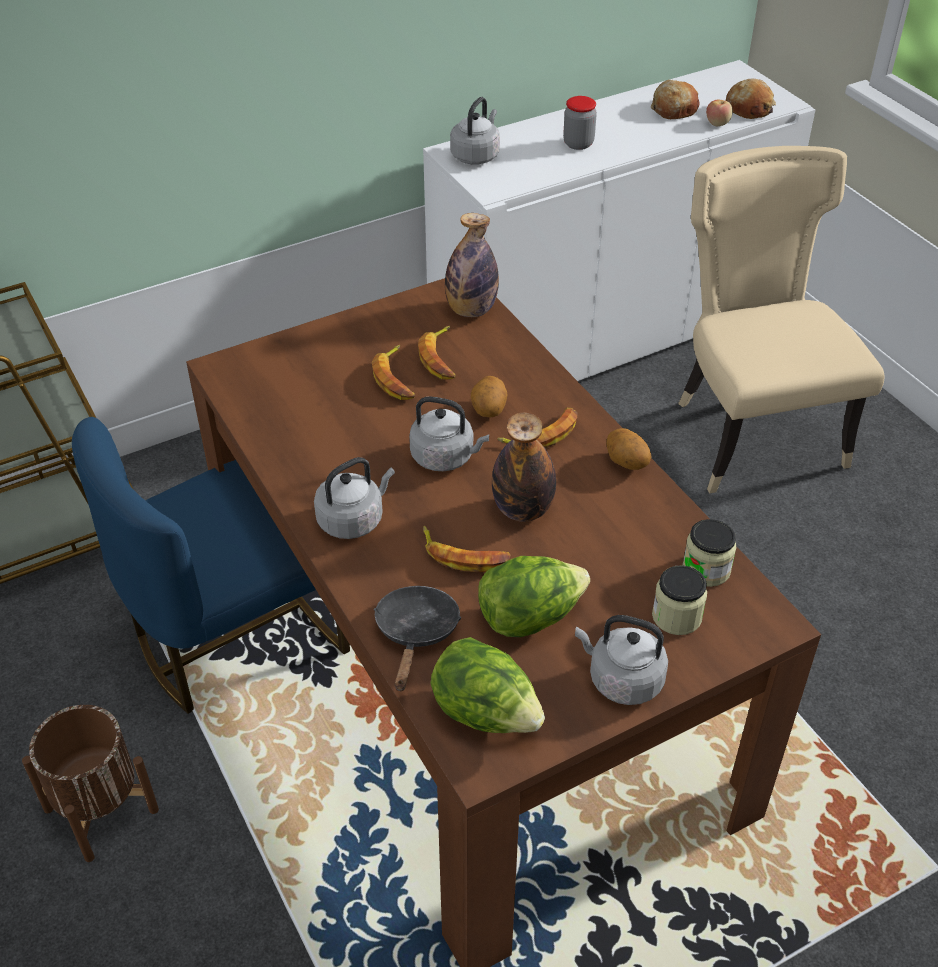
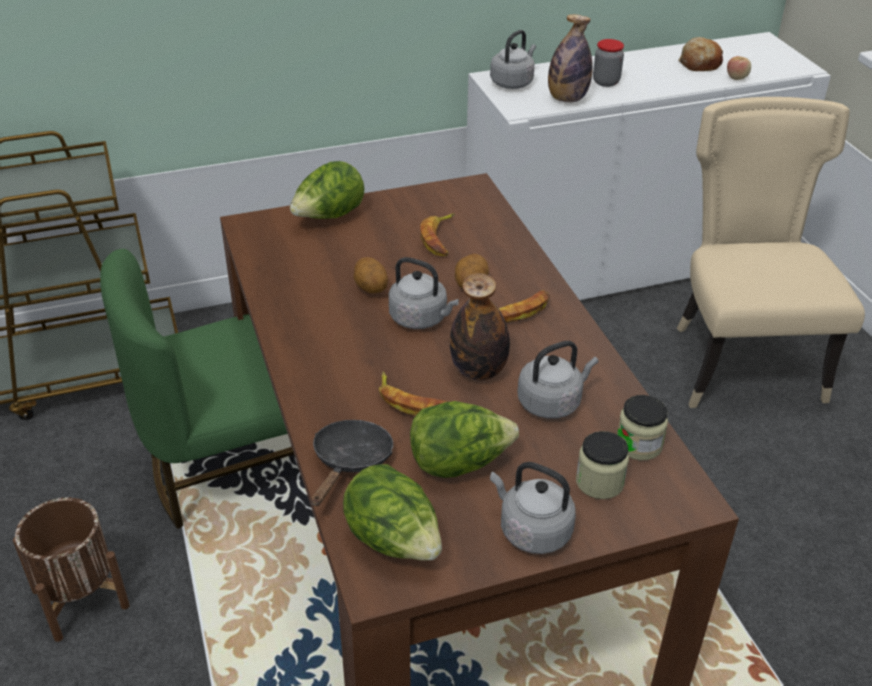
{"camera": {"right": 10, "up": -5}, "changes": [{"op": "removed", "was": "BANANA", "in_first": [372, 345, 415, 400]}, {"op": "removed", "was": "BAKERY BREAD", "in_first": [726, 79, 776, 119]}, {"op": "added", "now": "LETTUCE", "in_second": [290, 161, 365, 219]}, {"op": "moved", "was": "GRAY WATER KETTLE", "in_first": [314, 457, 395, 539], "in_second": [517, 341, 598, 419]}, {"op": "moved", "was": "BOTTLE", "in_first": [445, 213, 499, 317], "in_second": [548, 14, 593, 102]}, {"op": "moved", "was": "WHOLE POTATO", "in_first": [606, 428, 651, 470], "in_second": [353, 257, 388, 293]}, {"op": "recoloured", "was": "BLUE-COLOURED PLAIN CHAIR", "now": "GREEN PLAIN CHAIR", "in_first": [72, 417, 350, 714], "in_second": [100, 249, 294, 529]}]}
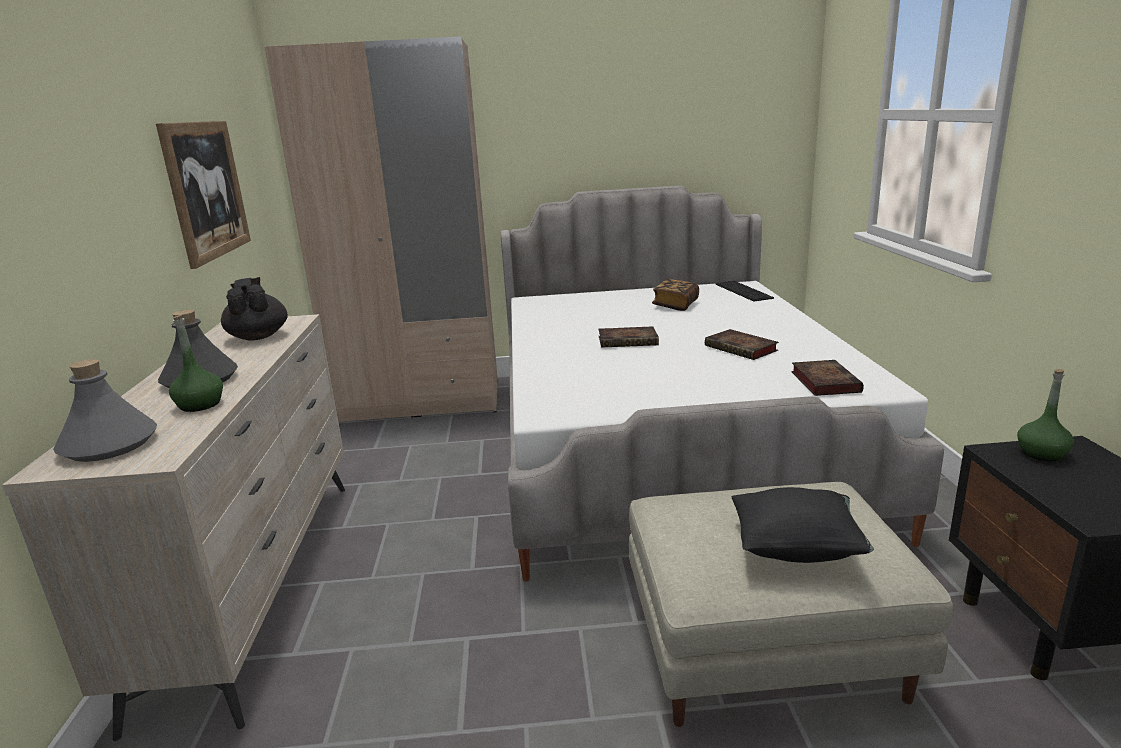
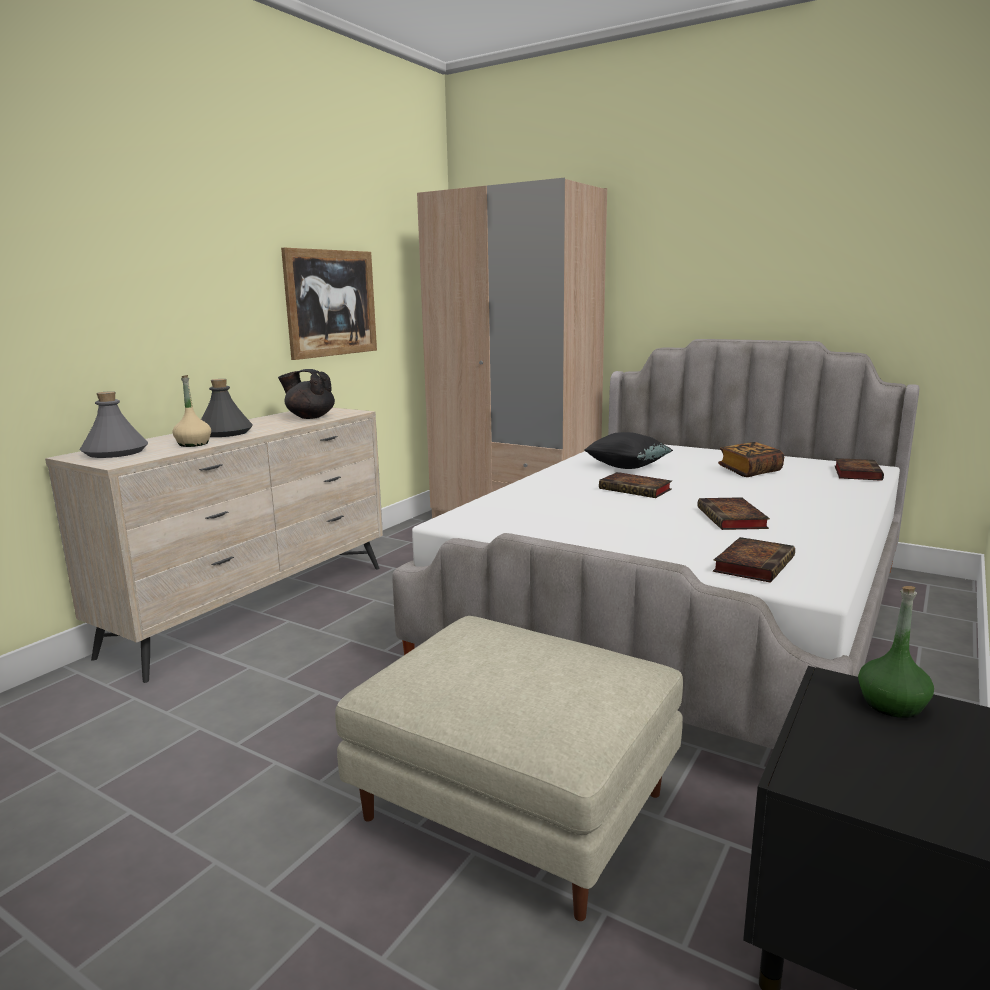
{"camera": {"right": 35, "up": -5}, "changes": [{"op": "moved", "was": "BLACK CUSHION", "in_first": [732, 487, 874, 563], "in_second": [584, 432, 673, 469]}, {"op": "replaced", "was": "COMPUTER KEYBOARD", "now": "BOOK", "in_first": [716, 281, 774, 302], "in_second": [835, 458, 884, 481]}, {"op": "recoloured", "was": "GREEN BOTTLE", "now": "BEIGE-COLOURED BOTTLE", "in_first": [169, 315, 223, 412], "in_second": [172, 375, 211, 447]}, {"op": "turned", "was": "BLACK POT FOR TEA", "in_first": [221, 277, 288, 341], "in_second": [278, 369, 335, 419], "clockwise": -90}]}
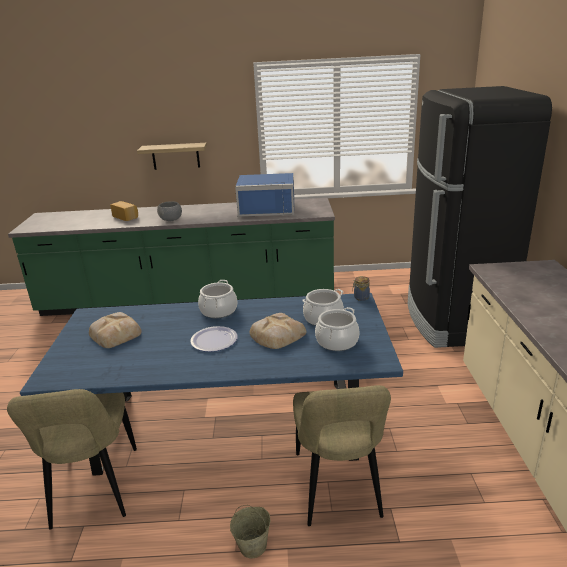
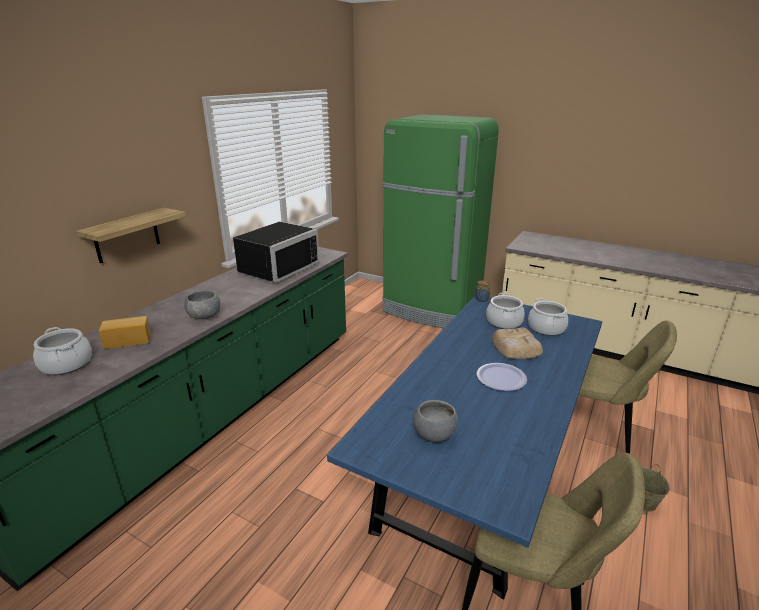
{"camera": {"right": -60, "up": 0}, "changes": [{"op": "moved", "was": "SAUCEPOT", "in_first": [198, 280, 237, 318], "in_second": [33, 327, 92, 375]}, {"op": "replaced", "was": "BAKERY BREAD", "now": "GRAY BOWL", "in_first": [89, 312, 142, 348], "in_second": [413, 400, 458, 442]}, {"op": "recoloured", "was": "BLUE-COLOURED MICROWAVE", "now": "BLACK MICROWAVE", "in_first": [235, 173, 294, 217], "in_second": [233, 222, 319, 283]}, {"op": "recoloured", "was": "BLACK FRIDGE", "now": "GREEN FRIDGE", "in_first": [408, 86, 552, 348], "in_second": [382, 114, 499, 328]}]}
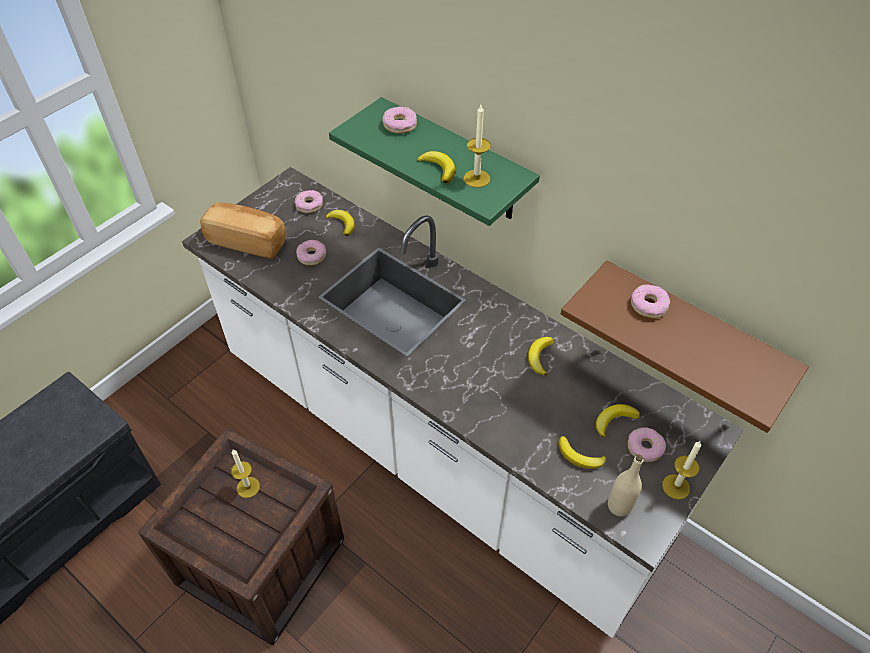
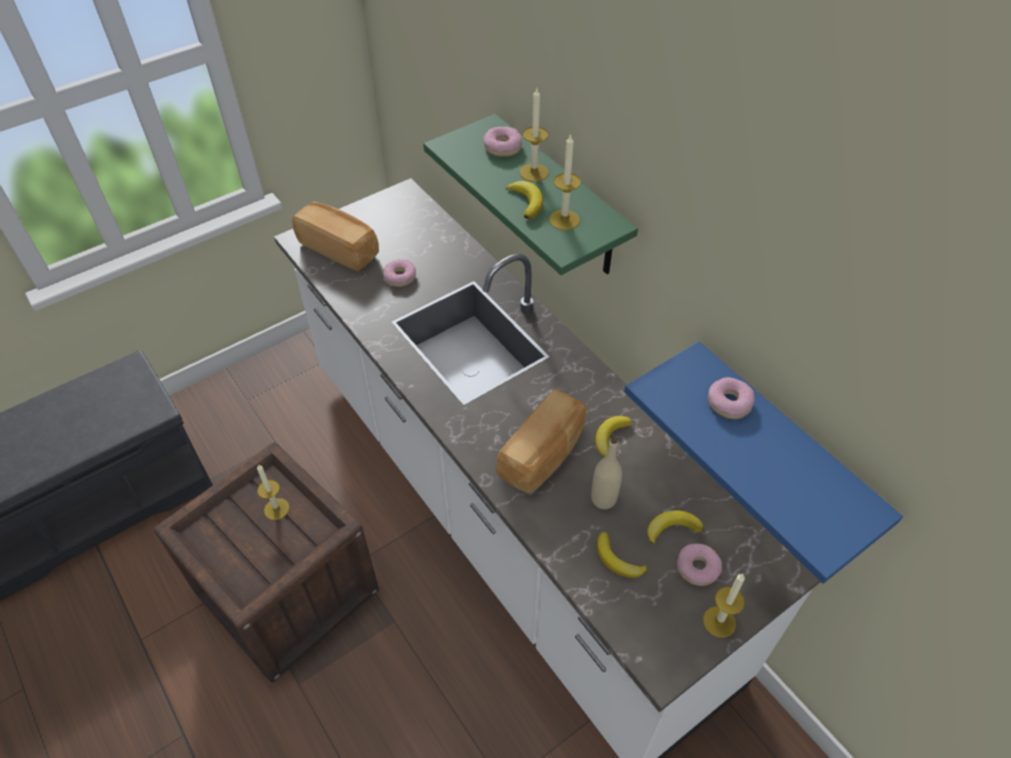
{"camera": {"right": 15, "up": 0}, "changes": [{"op": "removed", "was": "RING DOUGHNUT", "in_first": [295, 190, 323, 213]}, {"op": "removed", "was": "BANANA", "in_first": [326, 210, 355, 236]}, {"op": "added", "now": "BAKERY BREAD", "in_second": [496, 389, 586, 493]}, {"op": "added", "now": "WAX LIGHT", "in_second": [520, 88, 549, 182]}, {"op": "moved", "was": "BEIGE-COLOURED BOTTLE", "in_first": [608, 455, 643, 516], "in_second": [591, 437, 622, 509]}, {"op": "recoloured", "was": "BROWN-COLOURED SHELF", "now": "BLUE-COLOURED SHELF", "in_first": [561, 261, 809, 433], "in_second": [624, 341, 903, 584]}]}
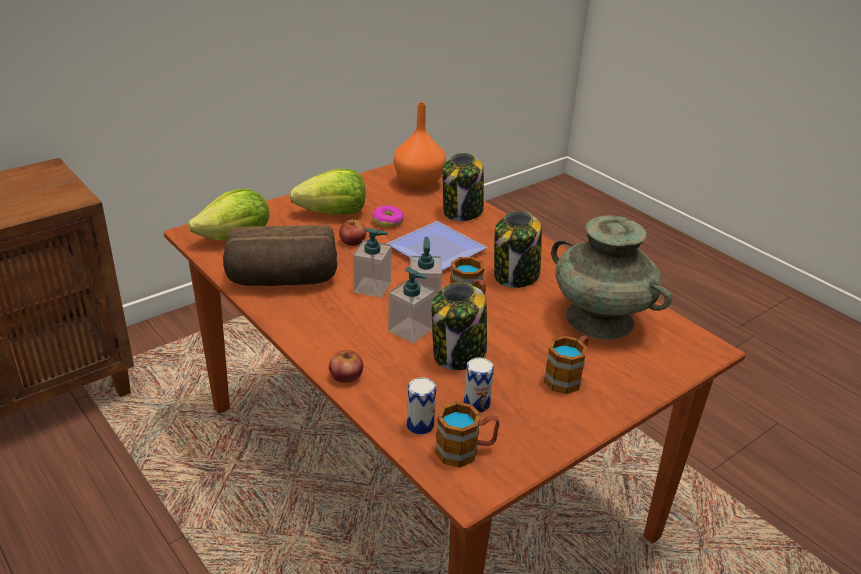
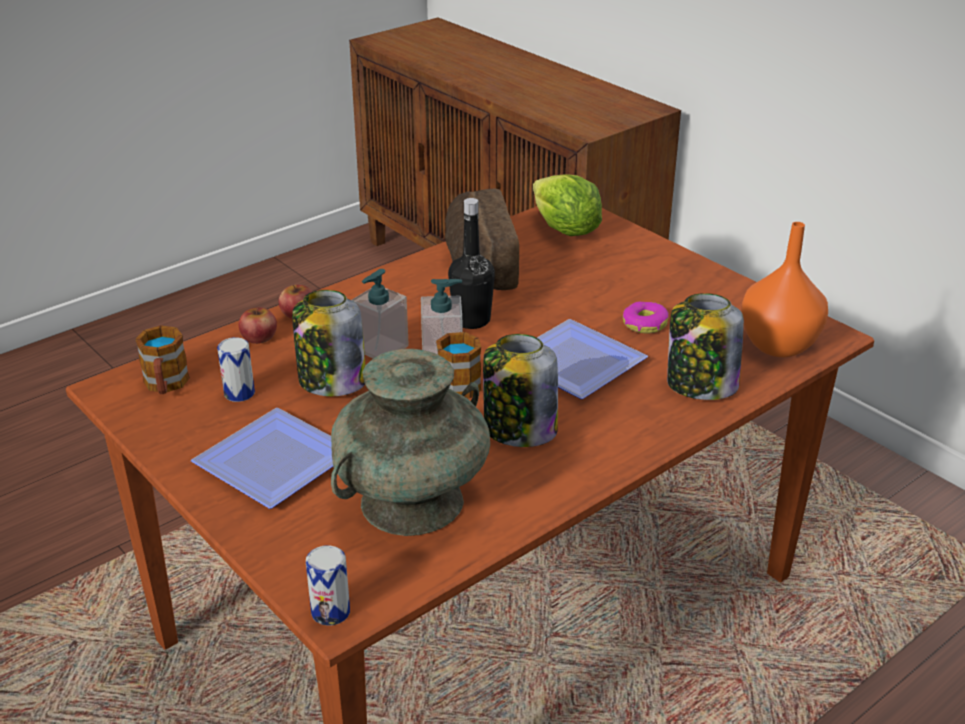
{"camera": {"right": 90, "up": 0}, "changes": [{"op": "removed", "was": "LETTUCE", "in_first": [290, 169, 365, 215]}, {"op": "moved", "was": "APPLE", "in_first": [339, 218, 366, 246], "in_second": [239, 307, 277, 344]}, {"op": "moved", "was": "SEALED CAN", "in_first": [407, 377, 436, 434], "in_second": [306, 545, 350, 626]}, {"op": "replaced", "was": "SOAP DISPENSER", "now": "BLACK BOTTLE", "in_first": [353, 228, 392, 298], "in_second": [448, 198, 495, 329]}, {"op": "replaced", "was": "COFFEE MUG", "now": "DINNER PLATE", "in_first": [544, 336, 588, 394], "in_second": [191, 408, 333, 509]}]}
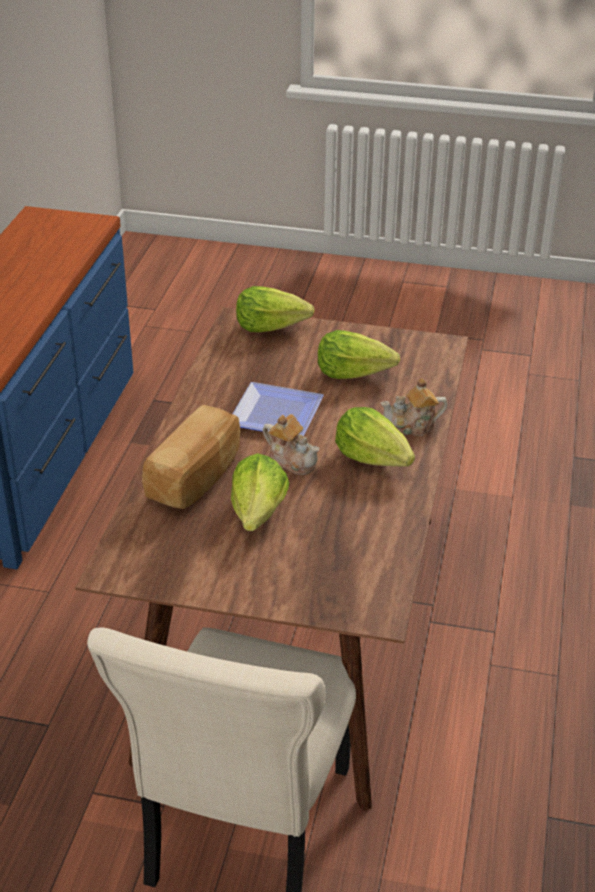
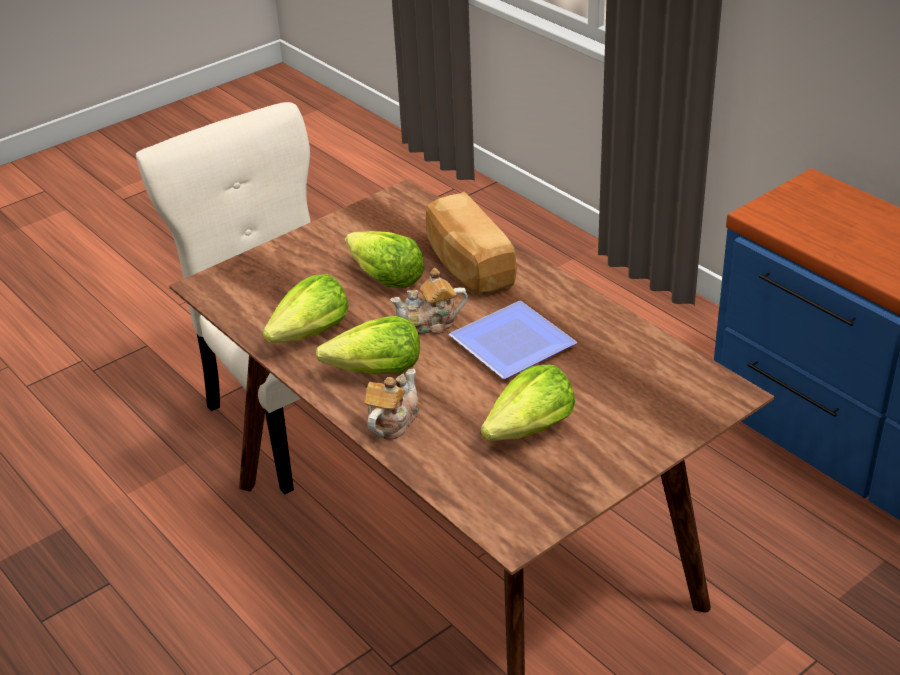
{"camera": {"right": 130, "up": 0}, "changes": [{"op": "moved", "was": "LETTUCE", "in_first": [236, 286, 314, 332], "in_second": [262, 274, 349, 343]}]}
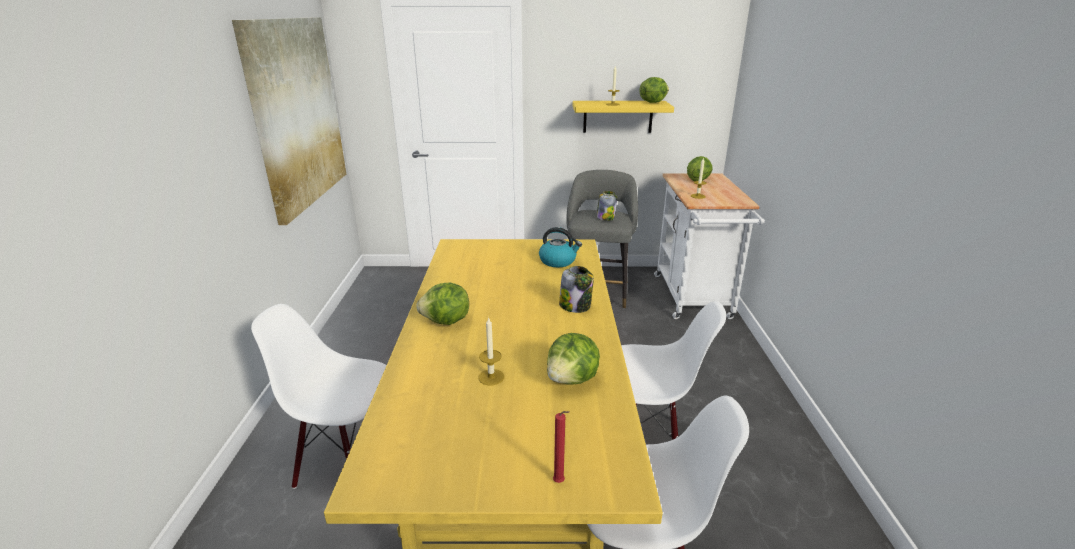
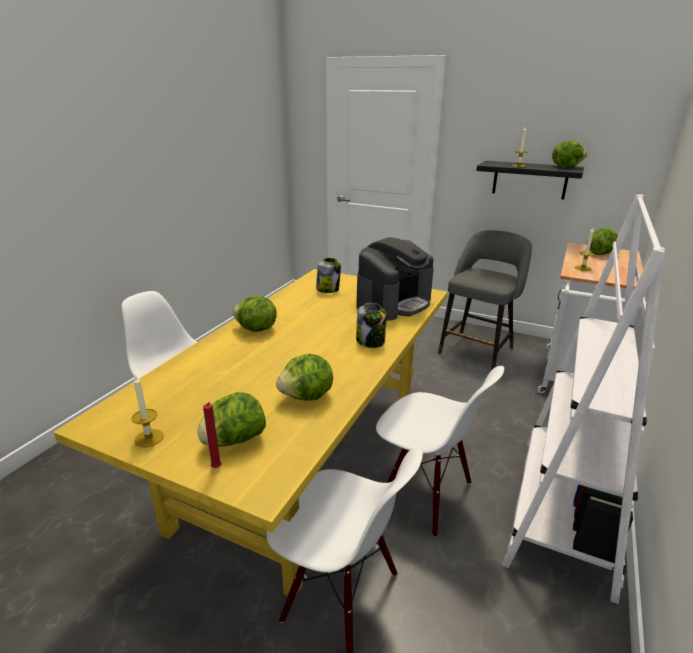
{"camera": {"right": 25, "up": 0}, "changes": [{"op": "removed", "was": "WALL PICTURE", "in_first": [232, 17, 346, 225]}, {"op": "added", "now": "LETTUCE", "in_second": [197, 393, 266, 446]}, {"op": "added", "now": "WHITISH BOOKCASE", "in_second": [502, 194, 665, 604]}, {"op": "moved", "was": "WAX LIGHT", "in_first": [478, 317, 504, 385], "in_second": [132, 376, 164, 447]}, {"op": "moved", "was": "STORAGE JAR", "in_first": [596, 191, 617, 221], "in_second": [316, 258, 341, 293]}, {"op": "replaced", "was": "WATER KETTLE", "now": "COFFEE MACHINE", "in_first": [539, 227, 582, 267], "in_second": [356, 237, 434, 321]}, {"op": "recoloured", "was": "YELLOW SHELF", "now": "BLACK SHELF", "in_first": [573, 101, 674, 133], "in_second": [476, 161, 584, 199]}]}
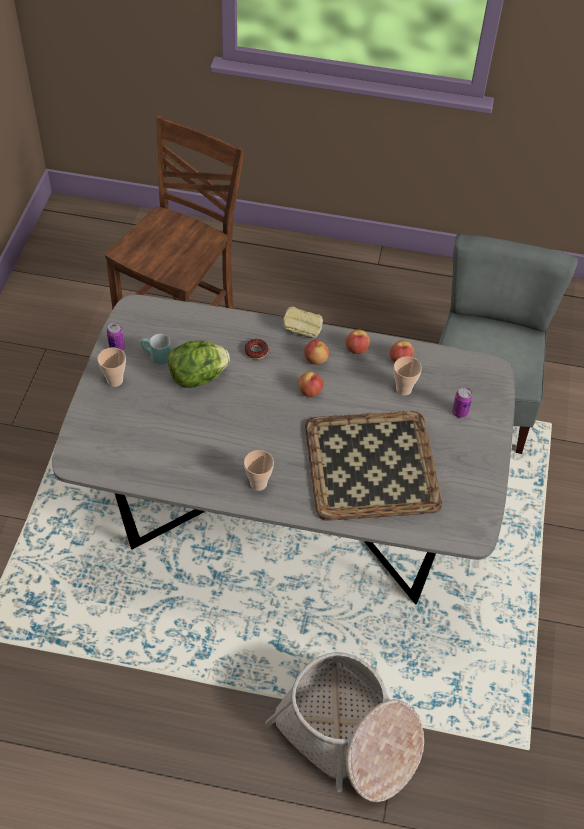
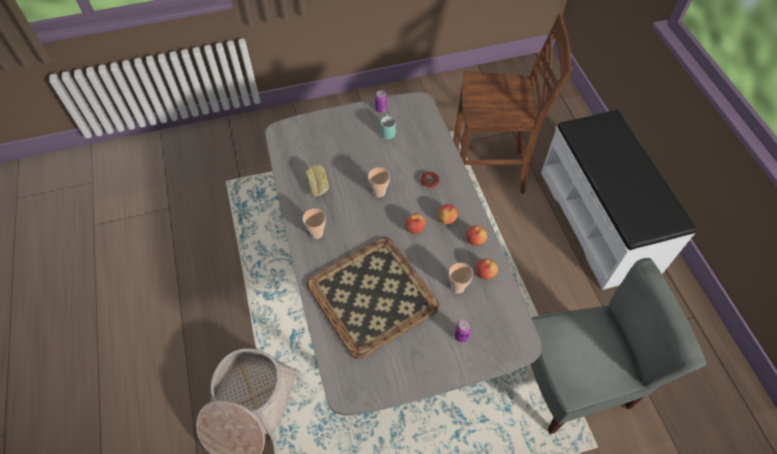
{"camera": {"right": 65, "up": 5}, "changes": [{"op": "removed", "was": "LETTUCE", "in_first": [168, 340, 230, 388]}, {"op": "added", "now": "WHITISH INDOOR BENCH", "in_second": [541, 110, 697, 290]}, {"op": "moved", "was": "CUP", "in_first": [97, 347, 126, 387], "in_second": [368, 167, 390, 198]}, {"op": "moved", "was": "BAKERY BREAD", "in_first": [283, 306, 323, 338], "in_second": [306, 165, 329, 197]}]}
